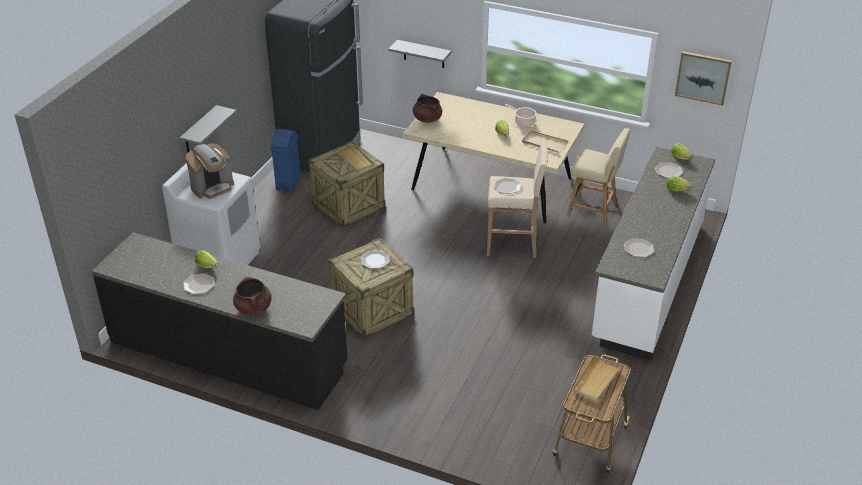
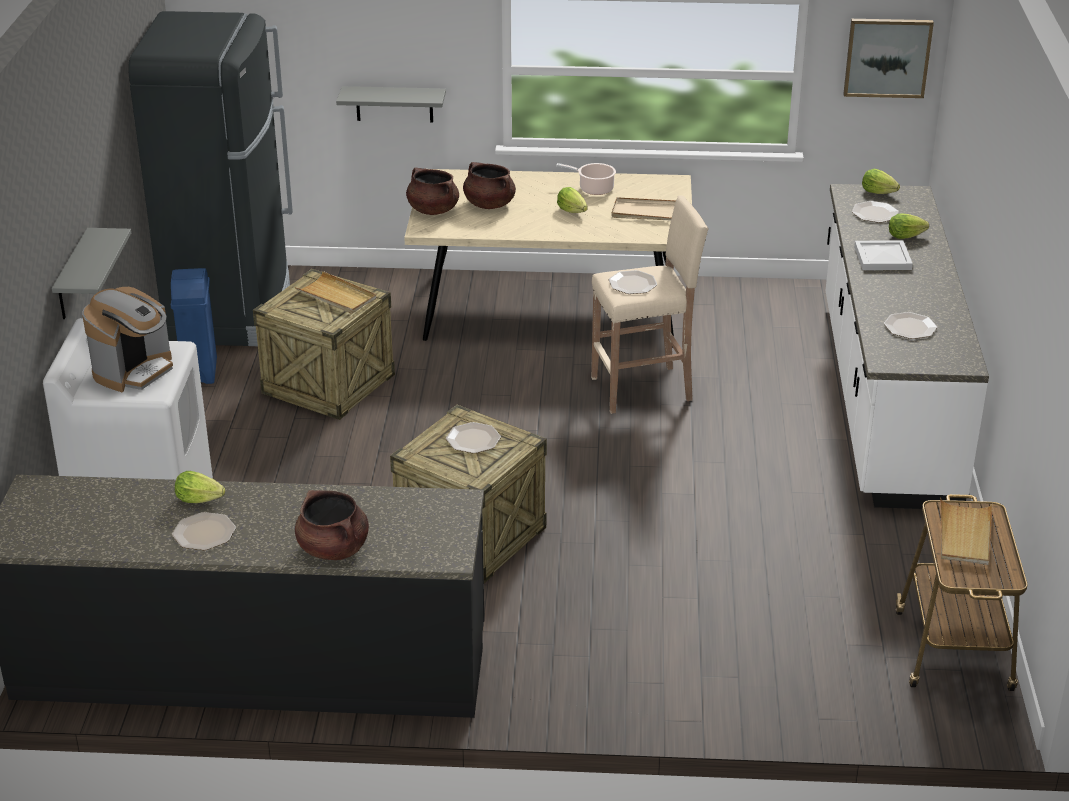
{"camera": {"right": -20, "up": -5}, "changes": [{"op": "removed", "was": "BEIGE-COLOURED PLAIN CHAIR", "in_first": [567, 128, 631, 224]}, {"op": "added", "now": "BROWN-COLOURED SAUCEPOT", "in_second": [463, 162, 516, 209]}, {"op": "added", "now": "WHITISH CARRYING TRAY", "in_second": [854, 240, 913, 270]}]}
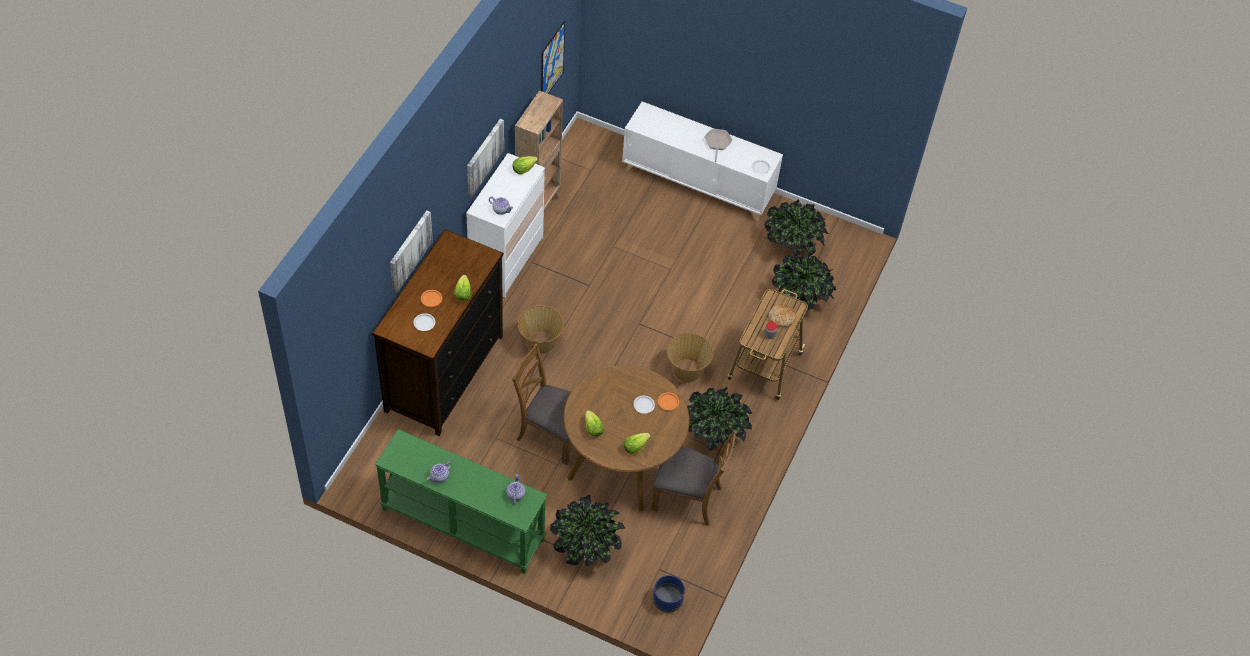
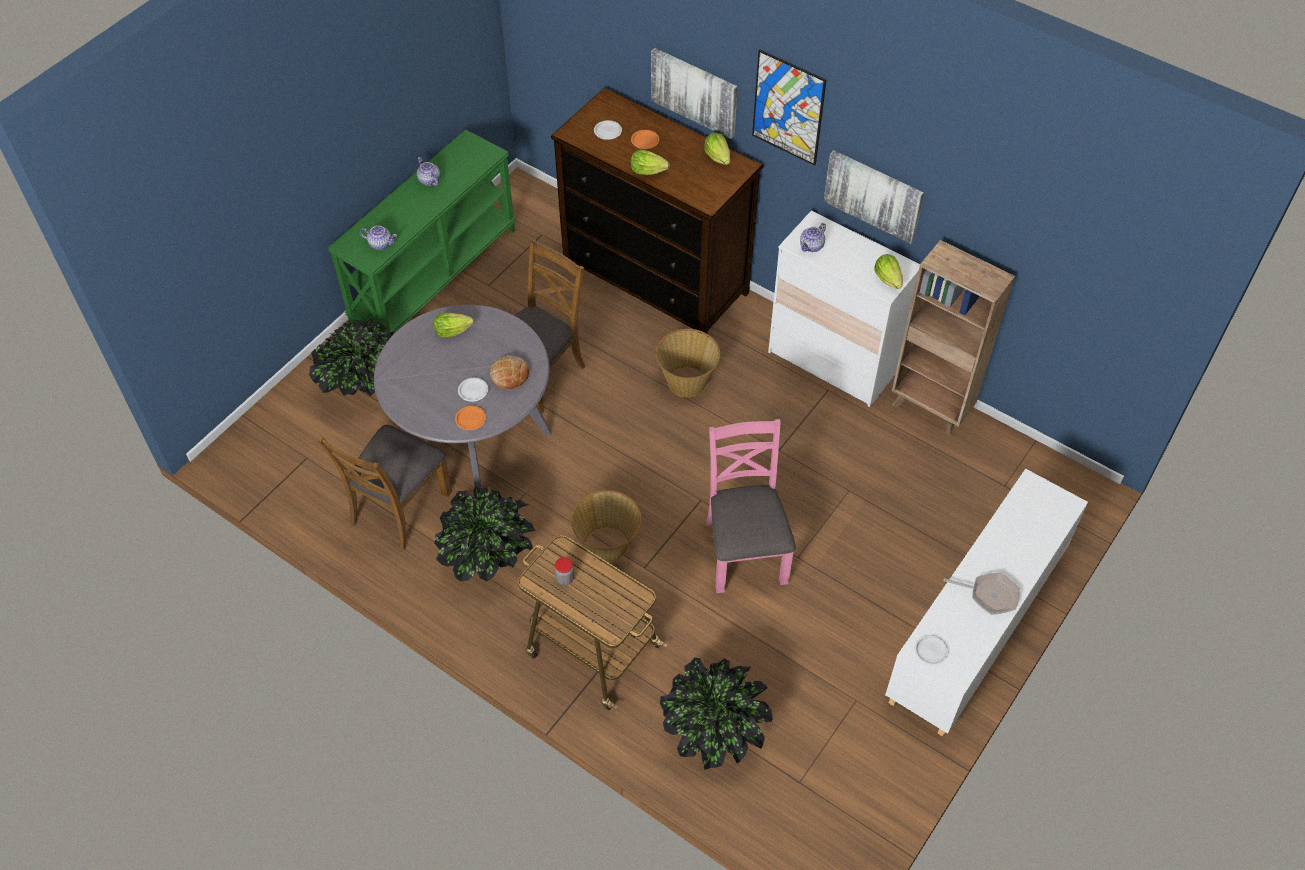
{"camera": {"right": 105, "up": 0}, "changes": [{"op": "removed", "was": "BLUE-COLOURED PLANT POT", "in_first": [653, 575, 685, 612]}, {"op": "removed", "was": "POTTED PLANT", "in_first": [764, 199, 829, 258]}, {"op": "added", "now": "PINK-COLOURED PLAIN CHAIR", "in_second": [706, 419, 796, 593]}, {"op": "moved", "was": "WALL PICTURE", "in_first": [541, 21, 565, 94], "in_second": [752, 49, 826, 166]}, {"op": "moved", "was": "LETTUCE", "in_first": [624, 433, 651, 454], "in_second": [704, 133, 730, 165]}, {"op": "moved", "was": "BAKERY BREAD", "in_first": [769, 304, 796, 327], "in_second": [490, 355, 529, 389]}, {"op": "recoloured", "was": "BROWN-COLOURED KITCHEN TABLE", "now": "GRAY KITCHEN TABLE", "in_first": [563, 365, 689, 511], "in_second": [374, 305, 552, 488]}]}
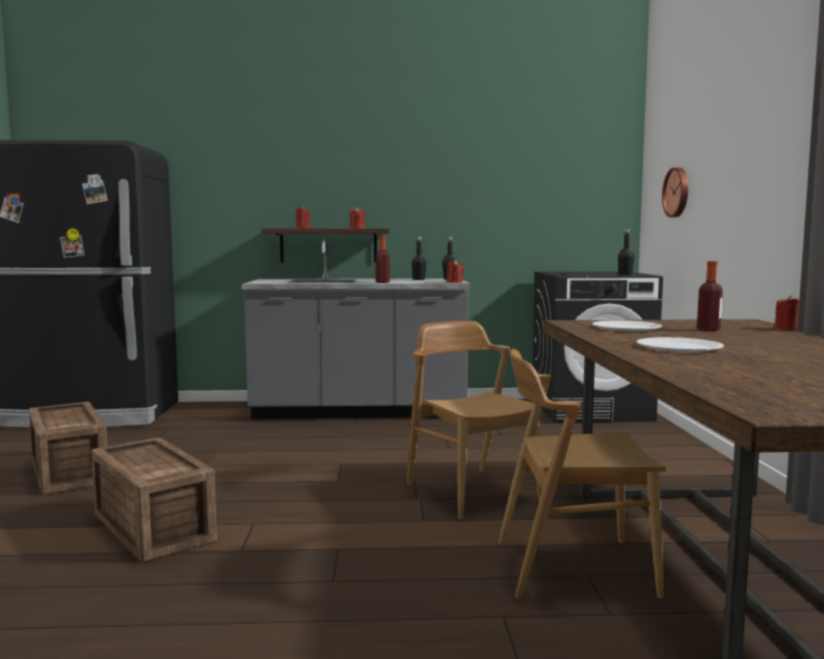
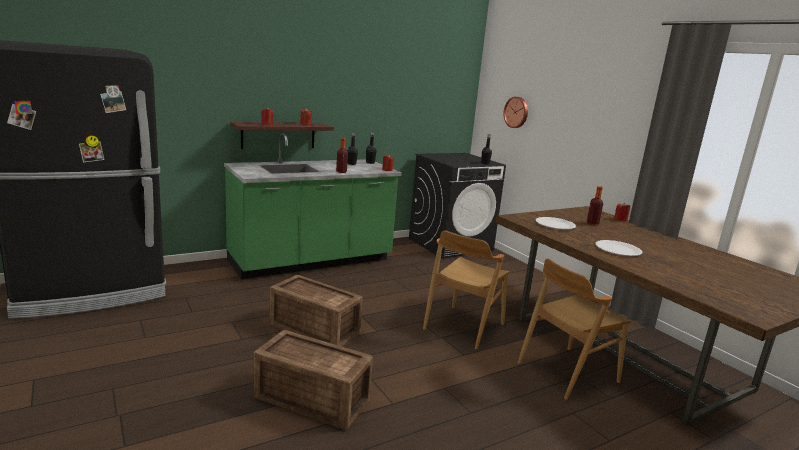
{"camera": {"right": -30, "up": 10}, "changes": [{"op": "moved", "was": "PACKING CRATE", "in_first": [29, 402, 107, 495], "in_second": [270, 275, 363, 346]}, {"op": "recoloured", "was": "GRAY KITCHEN BASE UNIT", "now": "GREEN KITCHEN BASE UNIT", "in_first": [242, 239, 471, 419], "in_second": [224, 133, 402, 279]}, {"op": "turned", "was": "BROWN-COLOURED PLAIN CHAIR", "in_first": [407, 321, 542, 519], "in_second": [423, 230, 510, 349], "clockwise": -90}]}
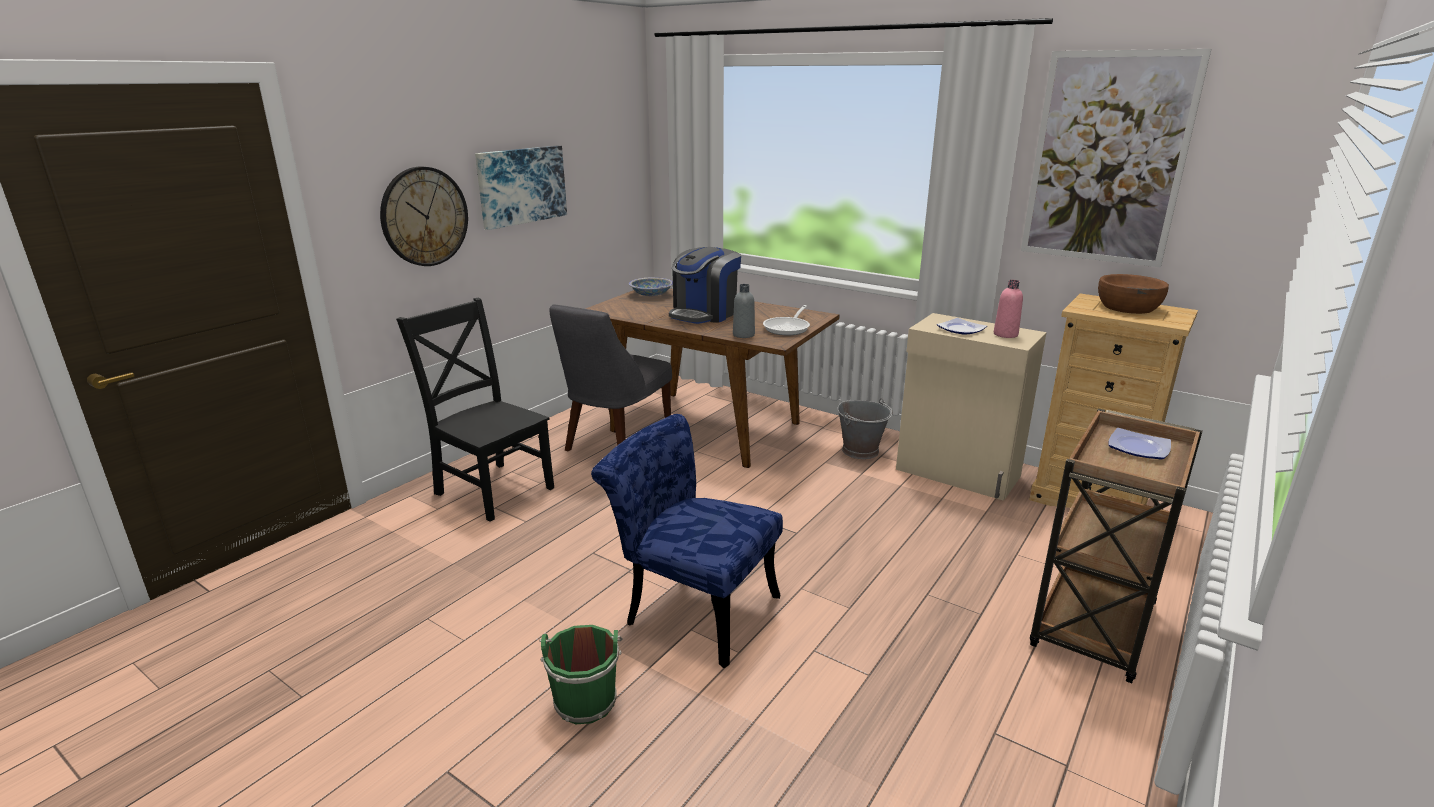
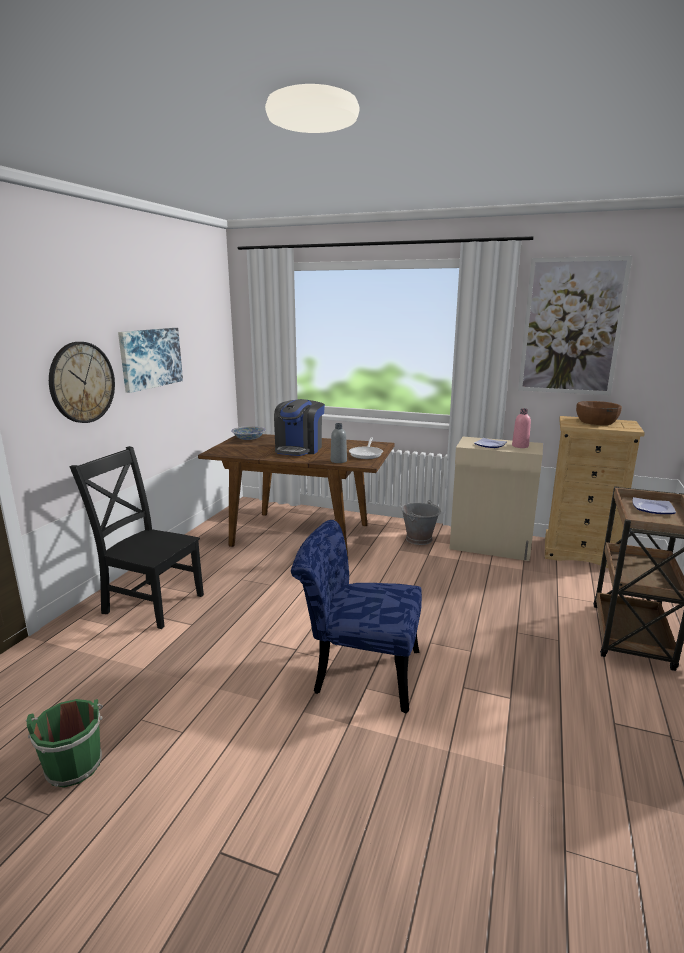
{"camera": {"right": -15, "up": -5}, "changes": [{"op": "removed", "was": "GRAY PLAIN CHAIR", "in_first": [550, 305, 672, 451]}, {"op": "moved", "was": "GREEN PAIL", "in_first": [539, 625, 623, 724], "in_second": [25, 699, 103, 788]}]}
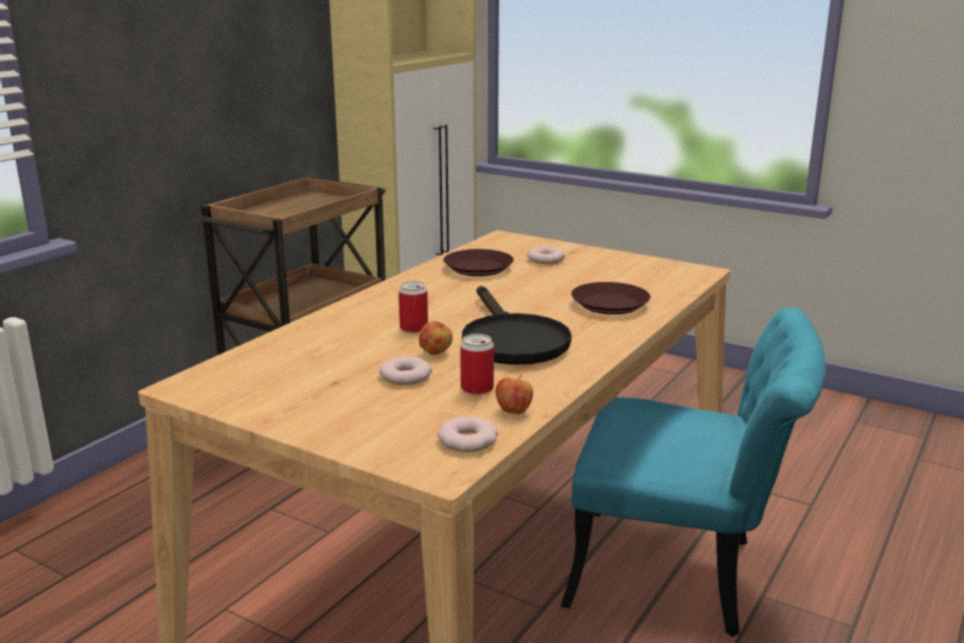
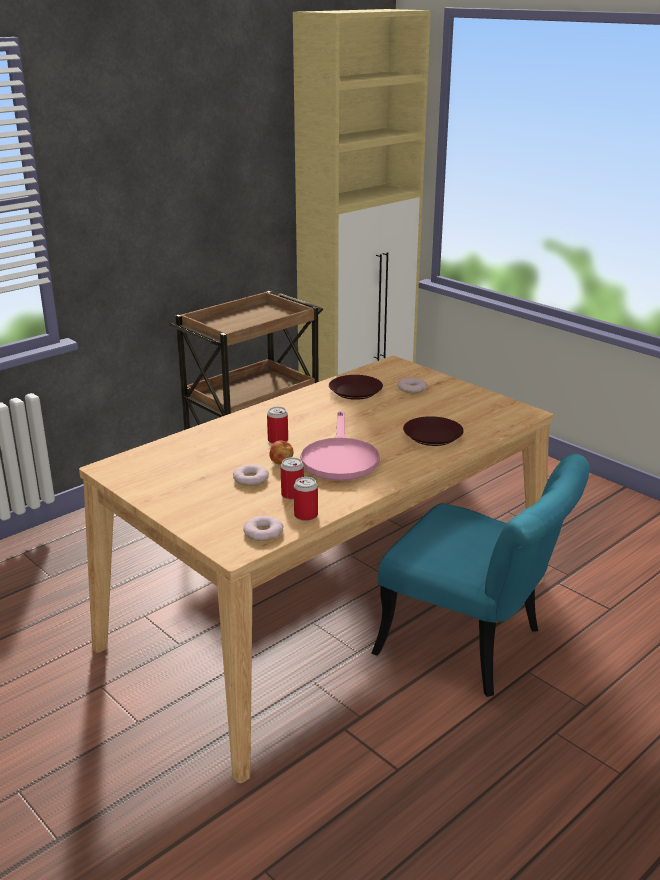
{"camera": {"right": 15, "up": 5}, "changes": [{"op": "replaced", "was": "APPLE", "now": "SEALED CAN", "in_first": [495, 375, 533, 414], "in_second": [294, 477, 318, 521]}, {"op": "recoloured", "was": "BLACK FRYING PAN", "now": "PINK-COLOURED FRYING PAN", "in_first": [462, 286, 571, 365], "in_second": [301, 411, 380, 481]}]}
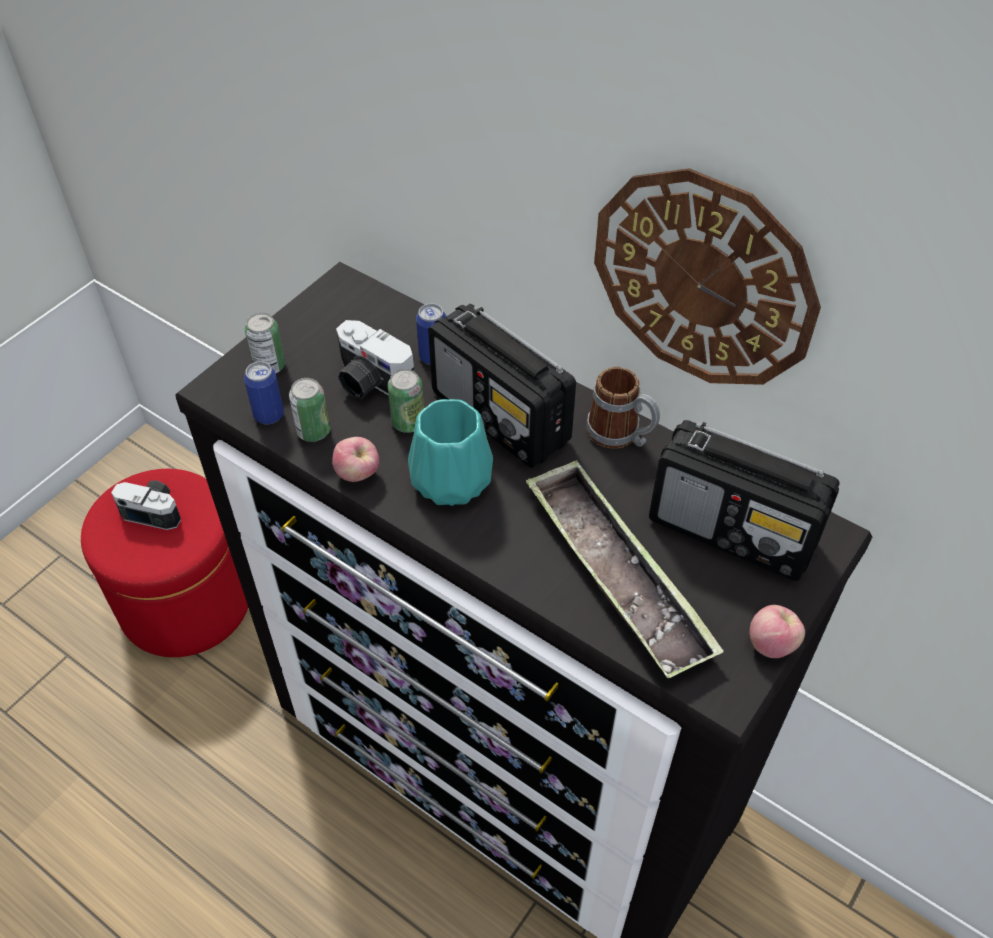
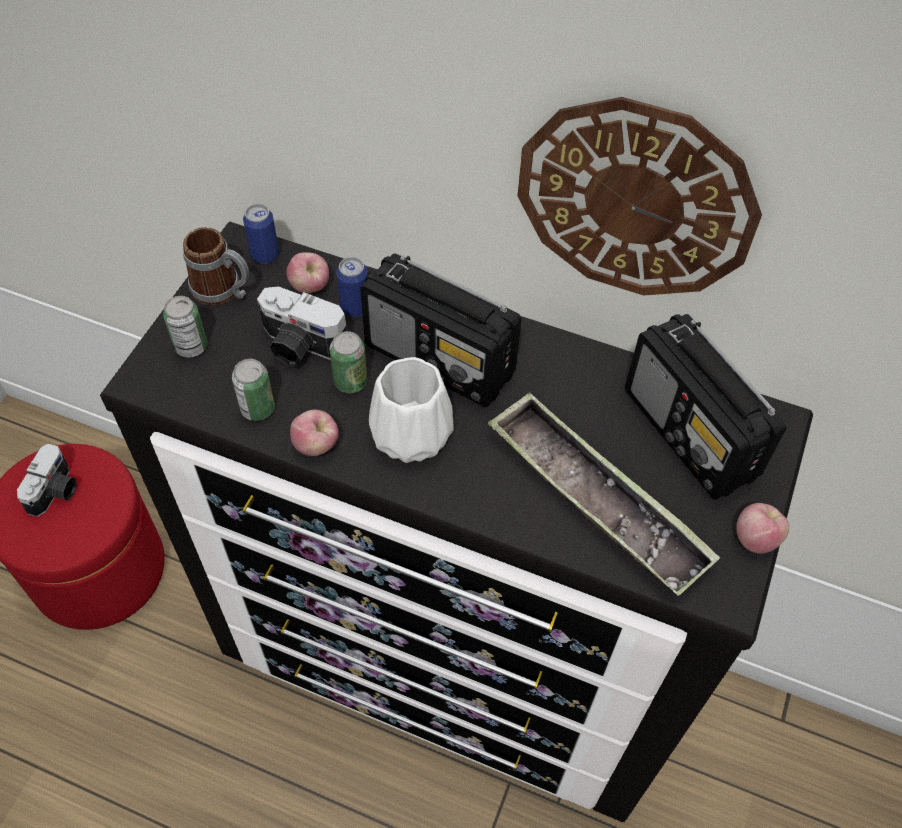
{"camera": {"right": -15, "up": 5}, "changes": [{"op": "added", "now": "APPLE", "in_second": [286, 252, 329, 293]}, {"op": "moved", "was": "SEALED CAN", "in_first": [244, 361, 284, 425], "in_second": [243, 204, 279, 264]}, {"op": "moved", "was": "COFFEE MUG", "in_first": [586, 367, 660, 449], "in_second": [183, 227, 249, 305]}, {"op": "recoloured", "was": "BLUE-GREEN VASE", "now": "WHITISH VASE", "in_first": [408, 399, 493, 506], "in_second": [369, 357, 454, 463]}, {"op": "turned", "was": "PHOTO CAMERA", "in_first": [111, 480, 181, 530], "in_second": [17, 443, 77, 517], "clockwise": 105}, {"op": "turned", "was": "RADIO SET", "in_first": [649, 420, 839, 581], "in_second": [625, 314, 786, 500], "clockwise": 45}]}
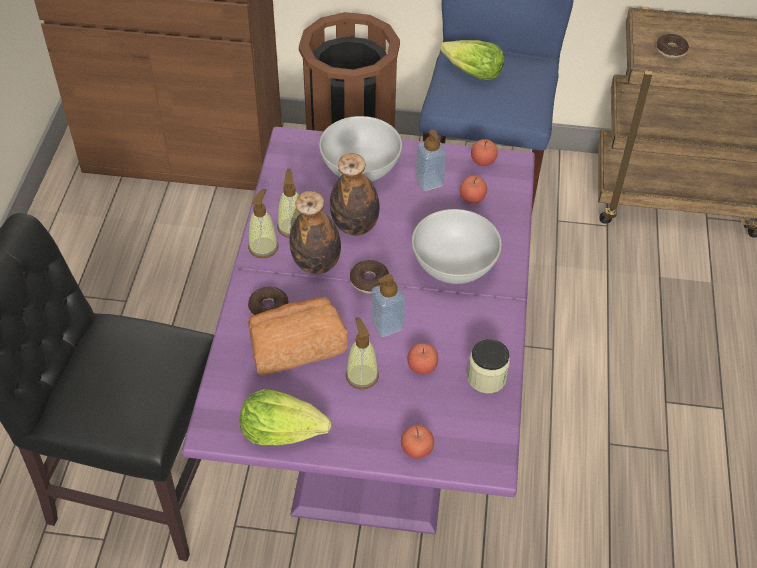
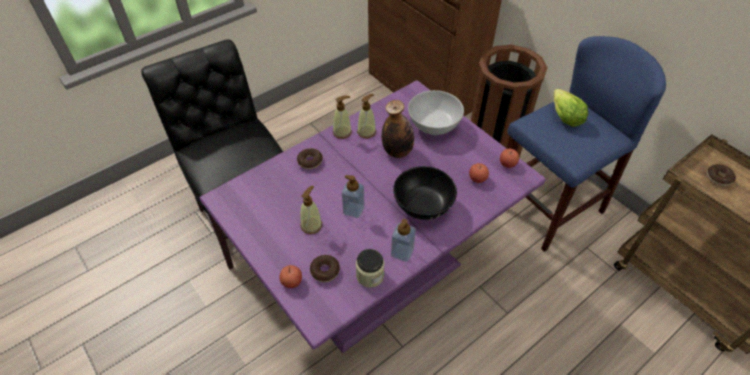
{"camera": {"right": 45, "up": 0}, "changes": [{"op": "removed", "was": "LETTUCE", "in_first": [240, 389, 331, 445]}, {"op": "removed", "was": "BAKERY BREAD", "in_first": [248, 297, 348, 375]}, {"op": "removed", "was": "BOTTLE", "in_first": [289, 191, 341, 274]}, {"op": "removed", "was": "APPLE", "in_first": [407, 343, 438, 375]}, {"op": "moved", "was": "RING DOUGHNUT", "in_first": [350, 260, 389, 294], "in_second": [310, 255, 340, 282]}, {"op": "moved", "was": "SOAP DISPENSER", "in_first": [415, 130, 446, 191], "in_second": [391, 219, 416, 262]}, {"op": "recoloured", "was": "WHITISH BOWL", "now": "BLACK BOWL", "in_first": [412, 209, 502, 284], "in_second": [393, 166, 457, 220]}]}
